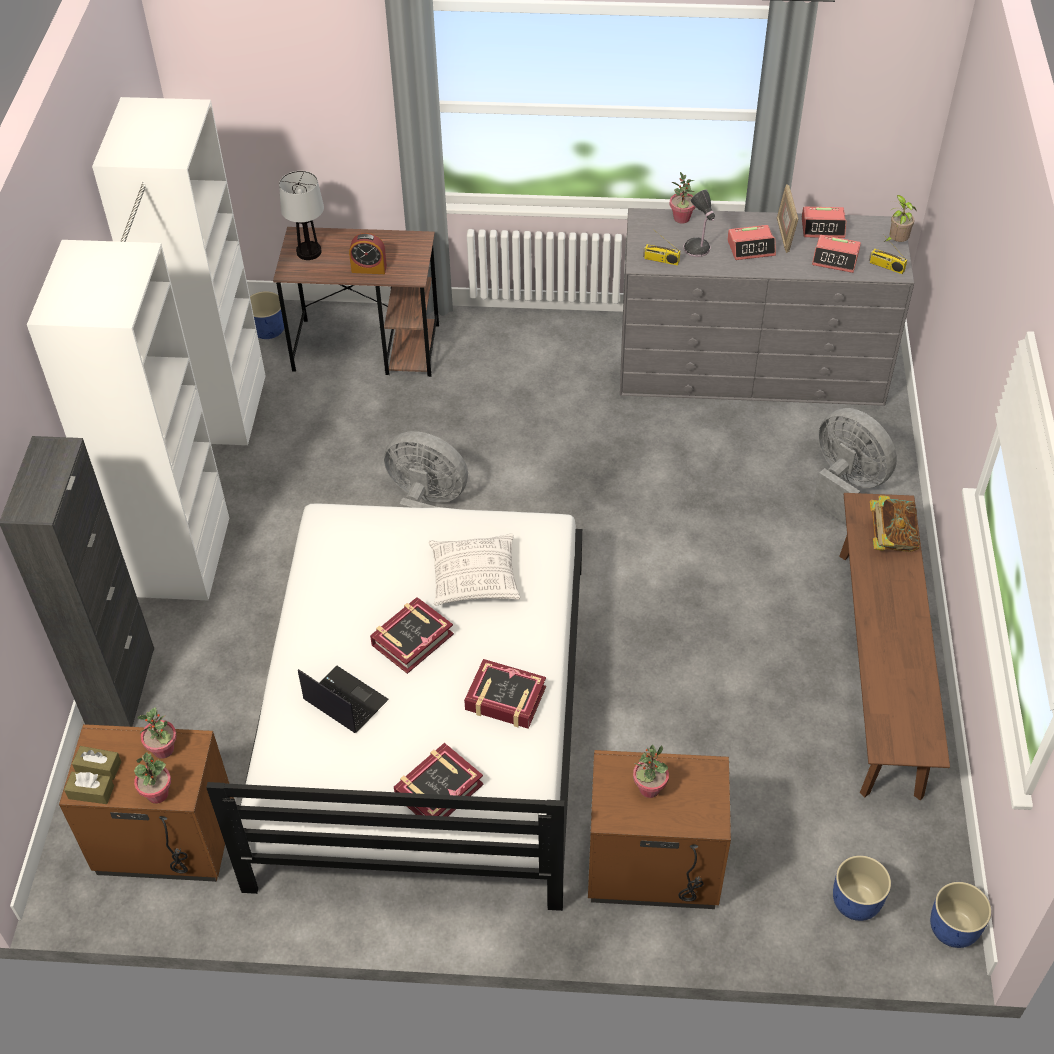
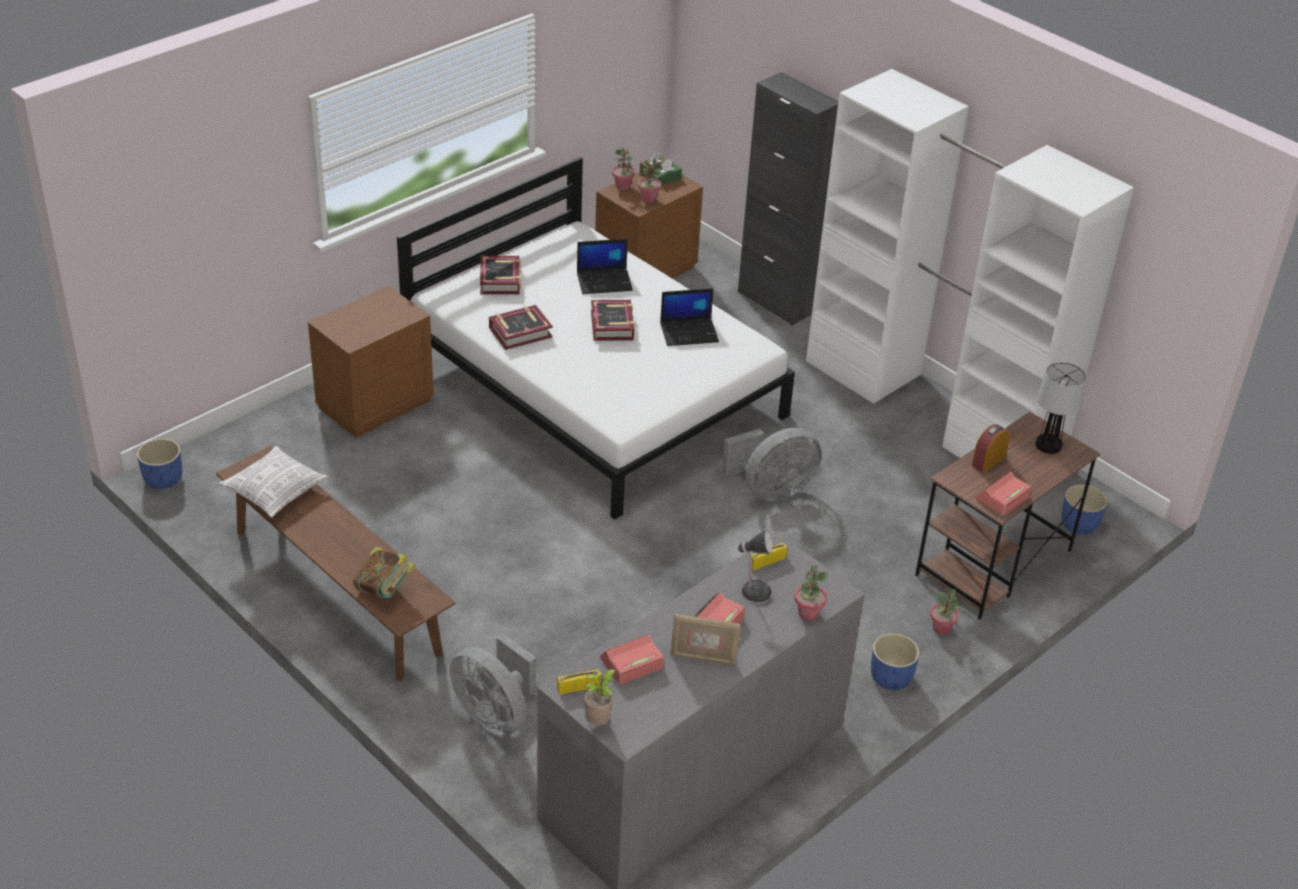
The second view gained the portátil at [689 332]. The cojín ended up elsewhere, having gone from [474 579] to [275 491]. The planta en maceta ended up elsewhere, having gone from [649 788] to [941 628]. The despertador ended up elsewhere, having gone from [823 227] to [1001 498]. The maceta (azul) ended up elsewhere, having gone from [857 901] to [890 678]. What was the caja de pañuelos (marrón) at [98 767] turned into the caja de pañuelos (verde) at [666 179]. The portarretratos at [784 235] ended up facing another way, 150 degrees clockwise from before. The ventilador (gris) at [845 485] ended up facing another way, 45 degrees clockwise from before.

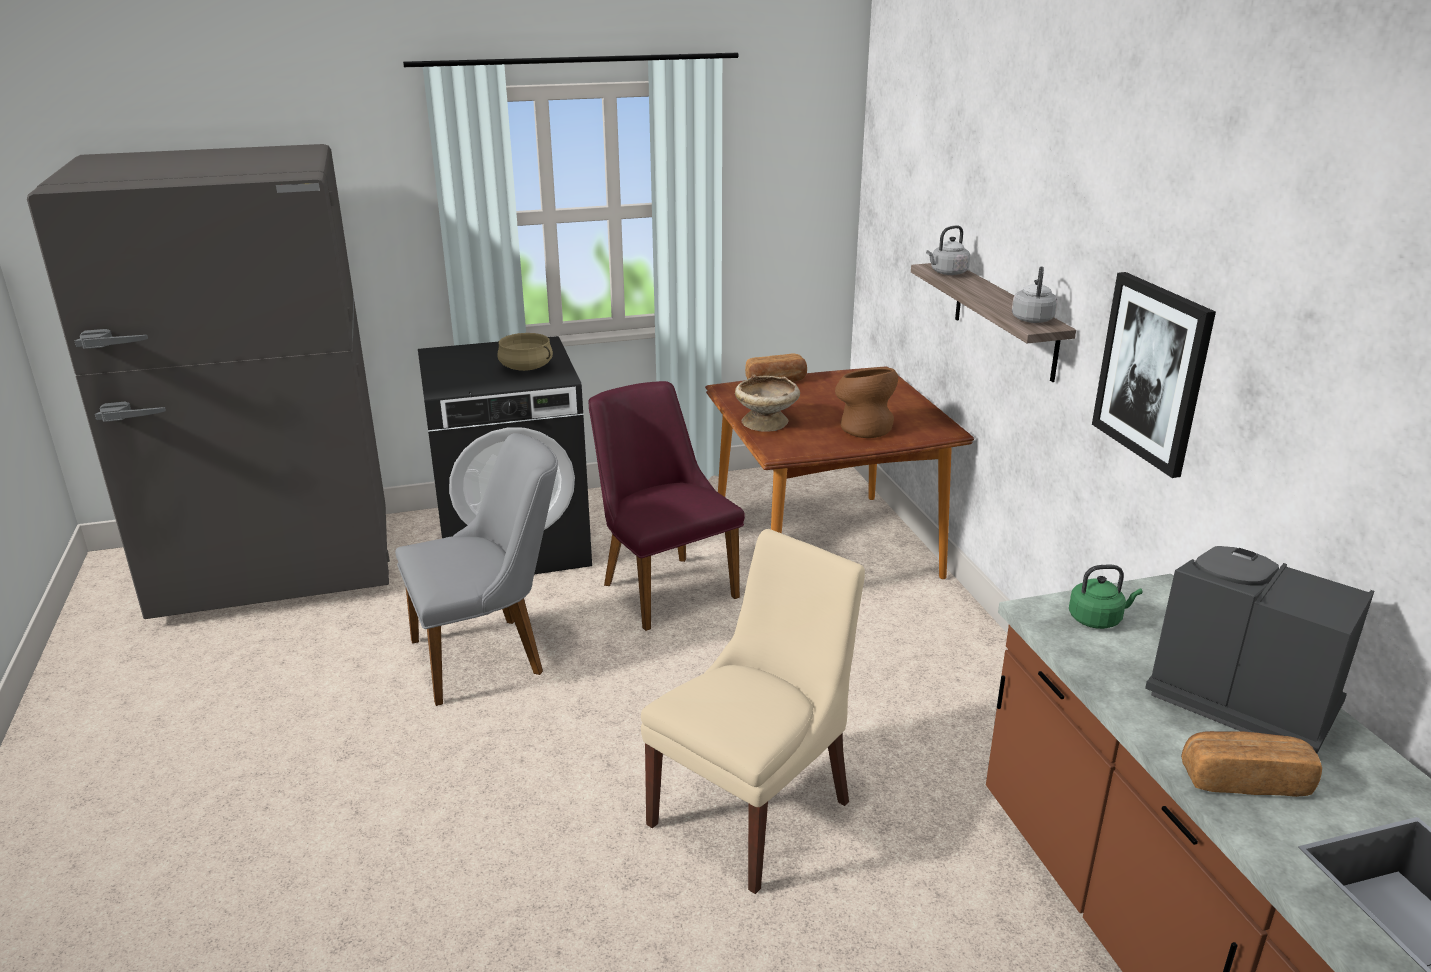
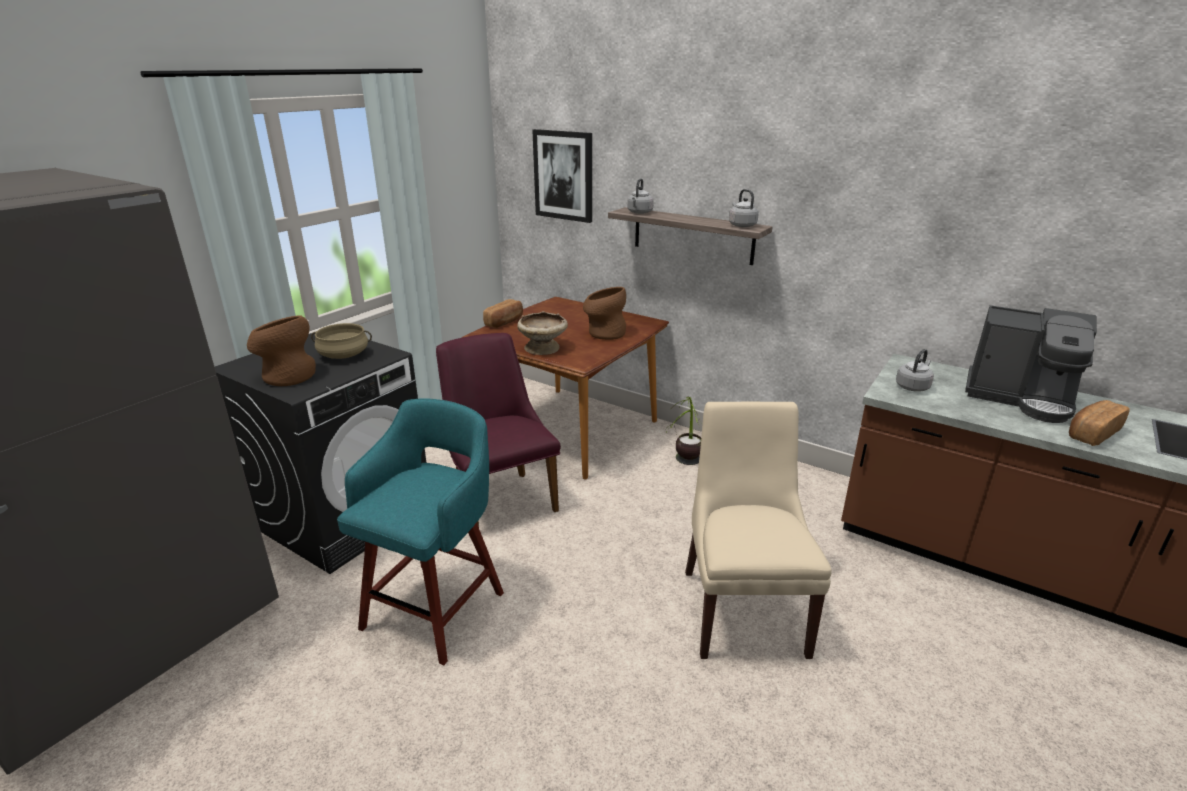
The second view gained the florero (marrón) at [287 375]. The second view gained the planta en maceta at [685 466]. The cuadro ended up elsewhere, having gone from [1152 372] to [563 175]. Where the silla (gris) stood at [490 655], the taburete (turquesa) came to stand at [436 607]. What was the hervidor (verde) at [1097 619] turned into the hervidor (gris) at [913 387]. The silla (morado) at [662 585] ended up facing another way, 45 degrees clockwise from before. The cafetera at [1238 697] ended up facing another way, 150 degrees counterclockwise from before.

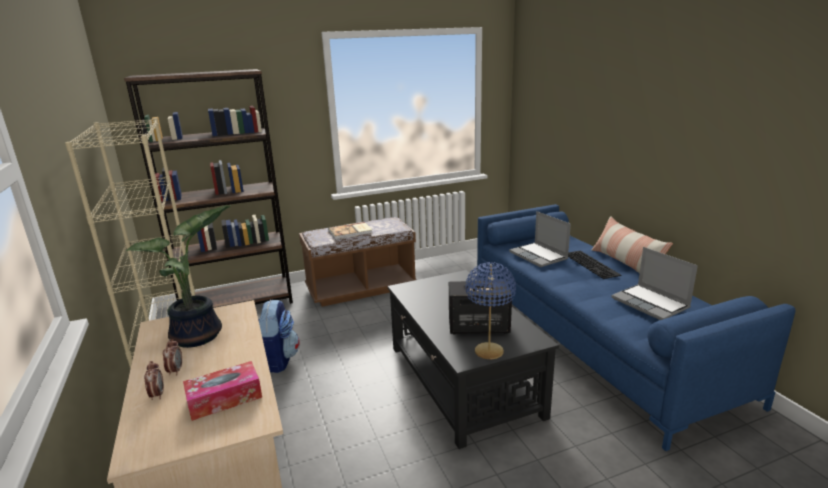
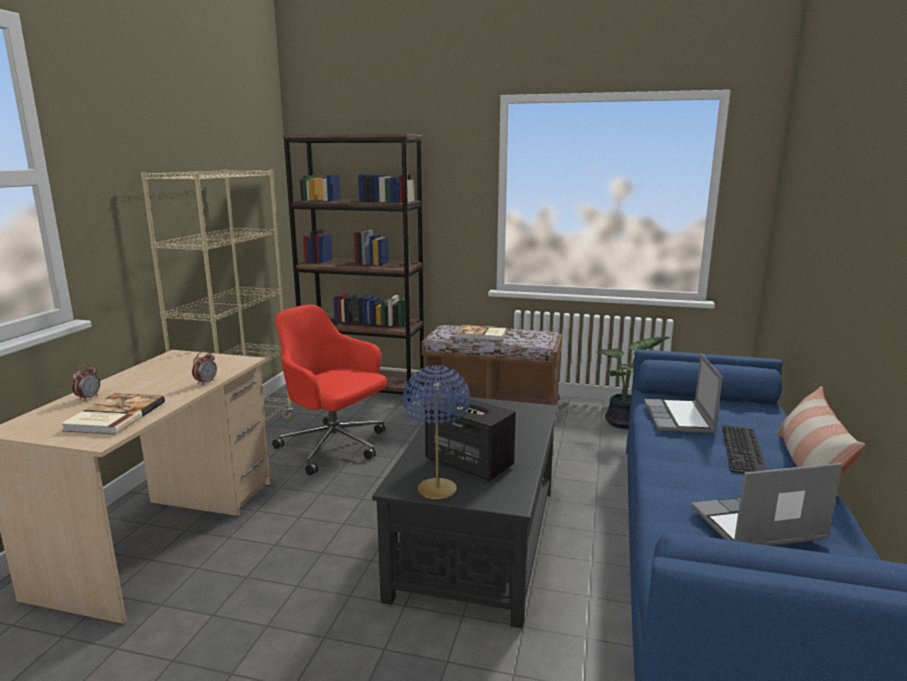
The planta en maceta ended up elsewhere, having gone from [200 336] to [625 423]. The despertador ended up elsewhere, having gone from [175 371] to [206 382]. Where the caja de pañuelos stood at [224 398], the libro came to stand at [114 416]. Where the mochila stood at [278 360], the silla de oficina (rojo) came to stand at [334 447]. The portátil at [651 303] ended up facing another way, 75 degrees clockwise from before.

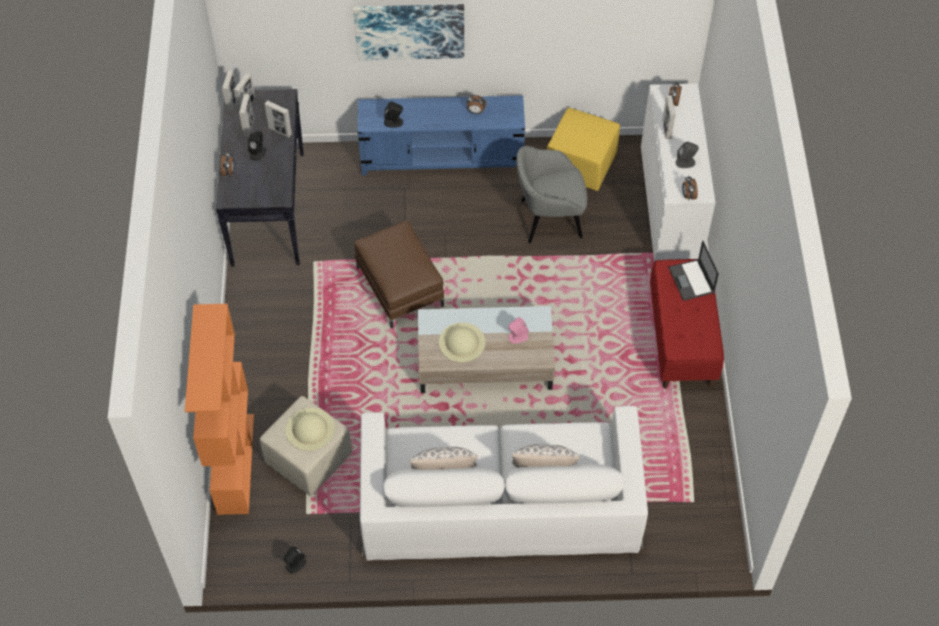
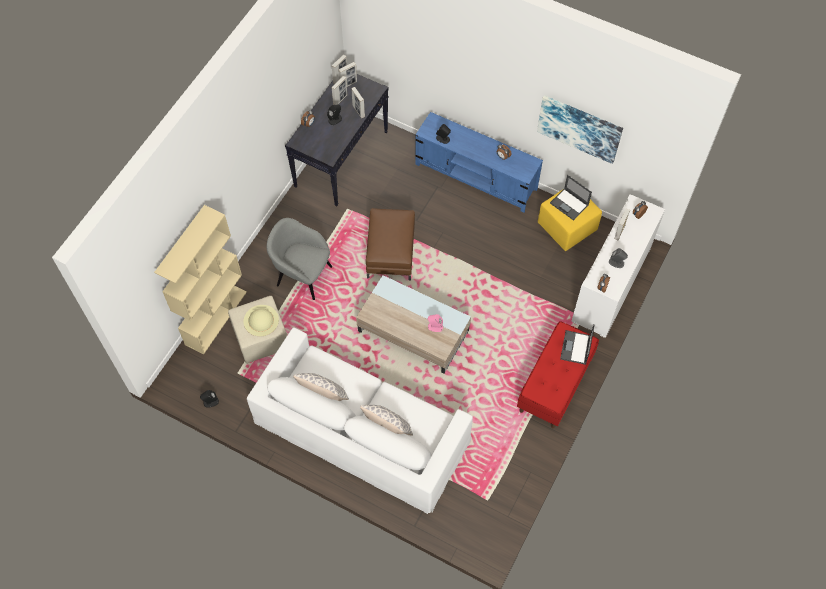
The second view lost the sombrero (beis) at [461 342]. The second view gained the portátil at [569 204]. The cuadro ended up elsewhere, having gone from [409 30] to [579 128]. The sillón (gris) ended up elsewhere, having gone from [549 219] to [303 275]. What was the estantería (naranja) at [235 463] turned into the estantería (beis) at [216 317].

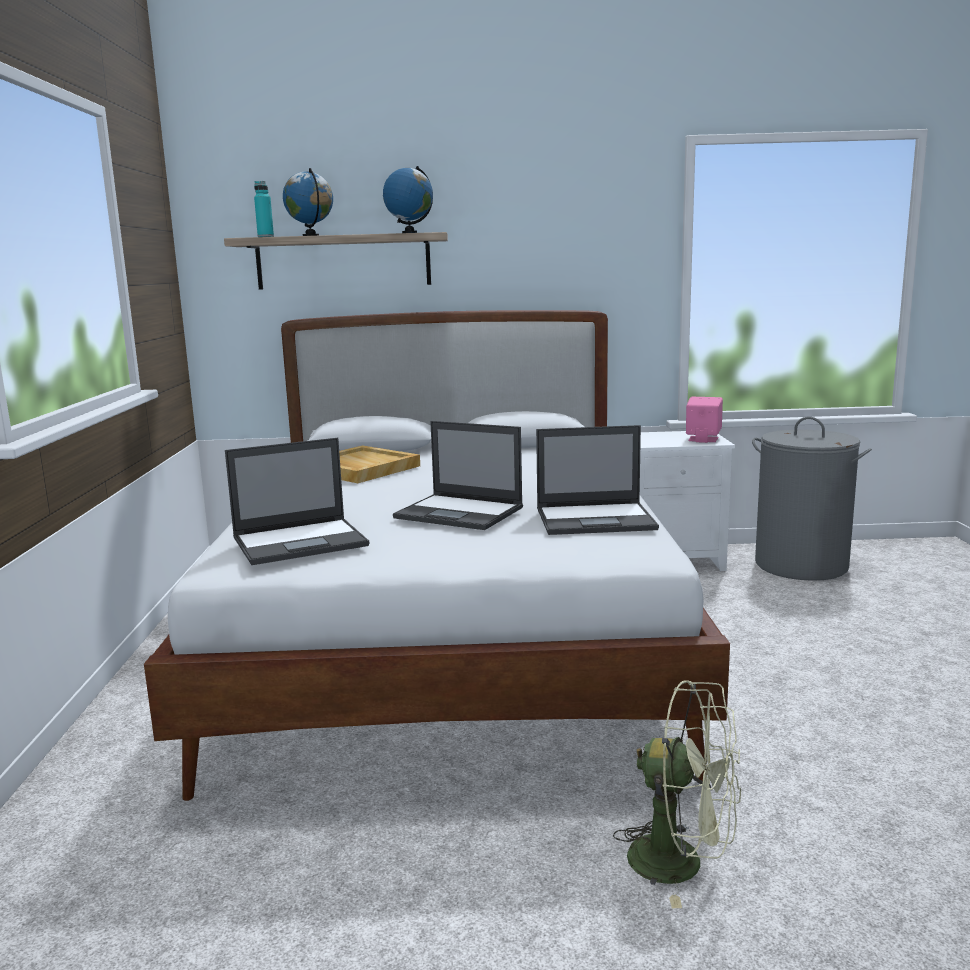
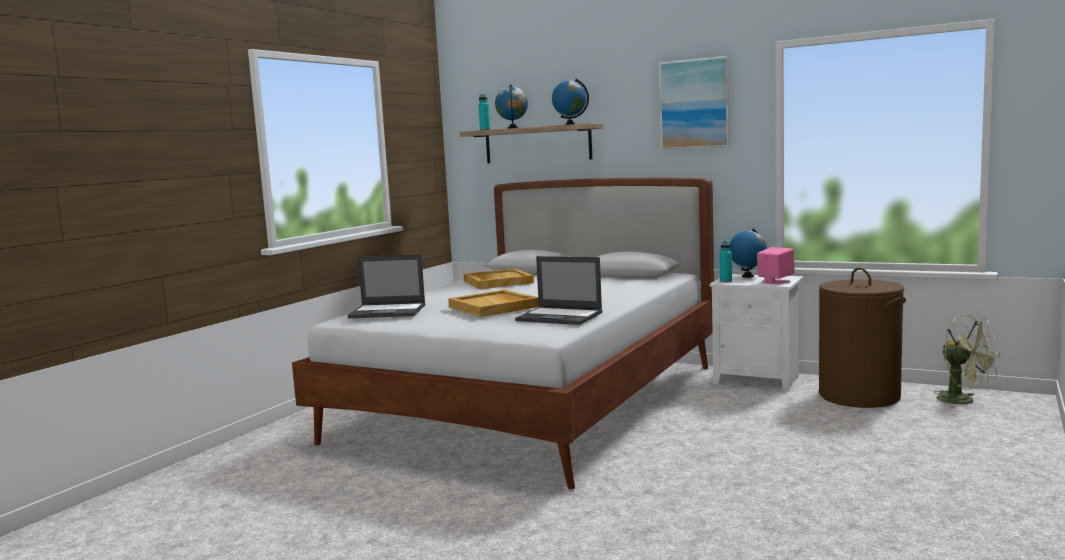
The second view gained the cuadro at [695 104]. The second view gained the botella (turquesa) at [725 281]. The second view gained the globo terráqueo at [747 276]. The ventilador (verde) ended up elsewhere, having gone from [682 863] to [963 401]. Where the portátil stood at [460 513], the bandeja (beis) came to stand at [494 307]. What was the cesto de la ropa (gris) at [801 565] turned into the cesto de la ropa (marrón) at [859 396].

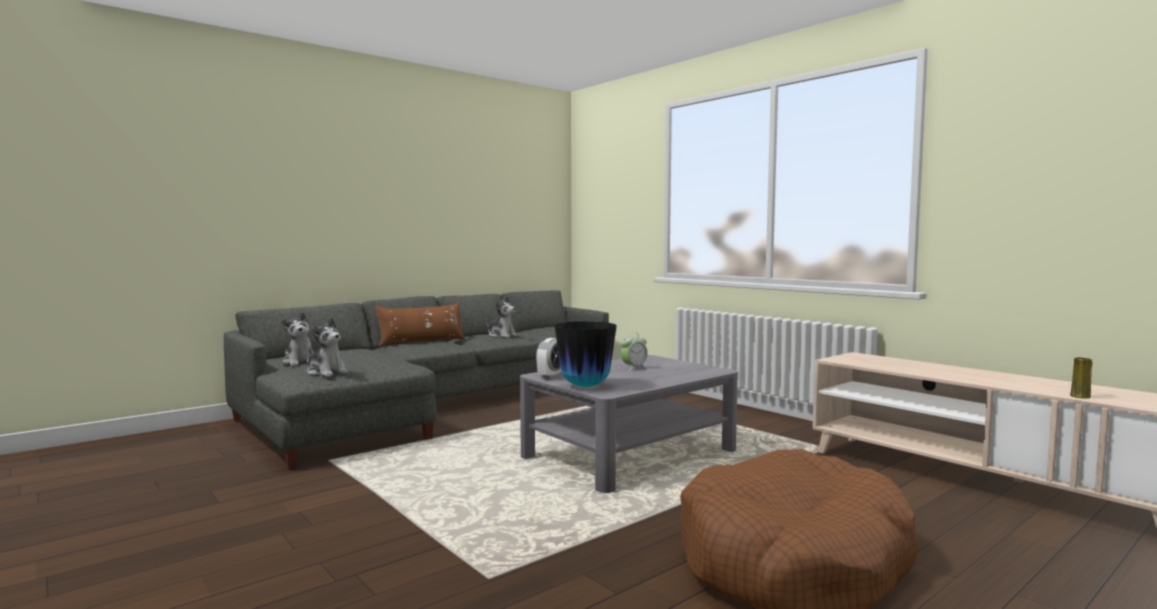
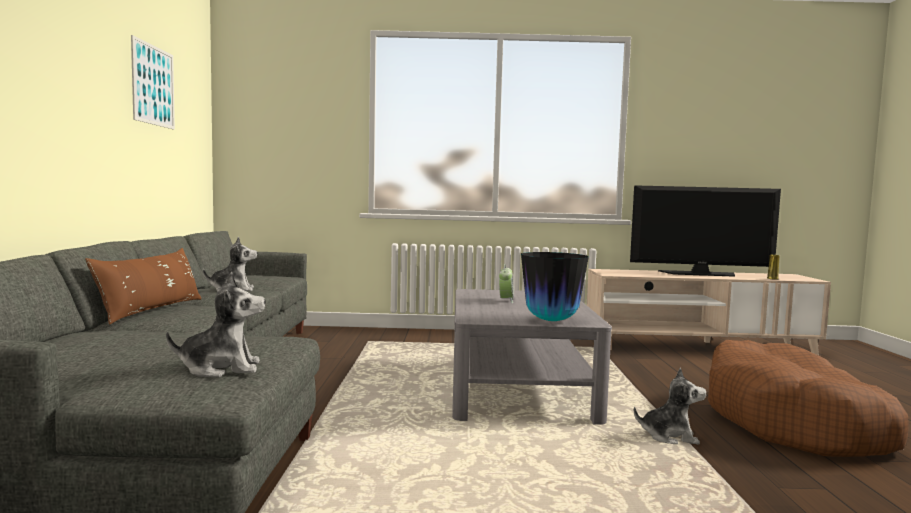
The second view lost the despertador at [551 376]. The second view gained the cuadro at [153 85]. The second view gained the televisor at [700 274]. The peluche ended up elsewhere, having gone from [300 362] to [669 436].

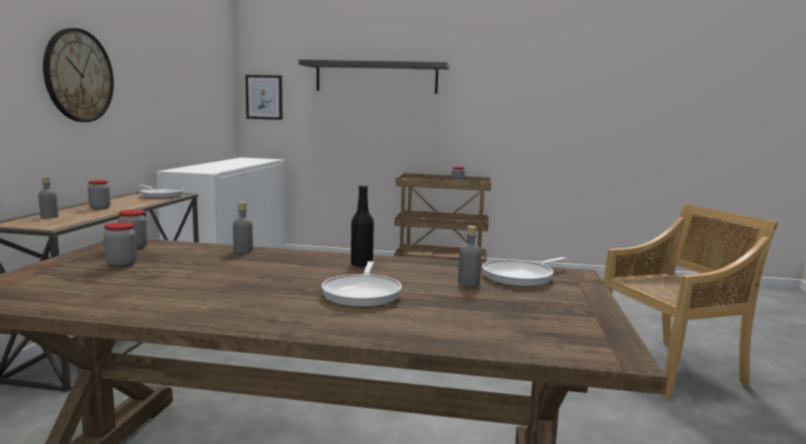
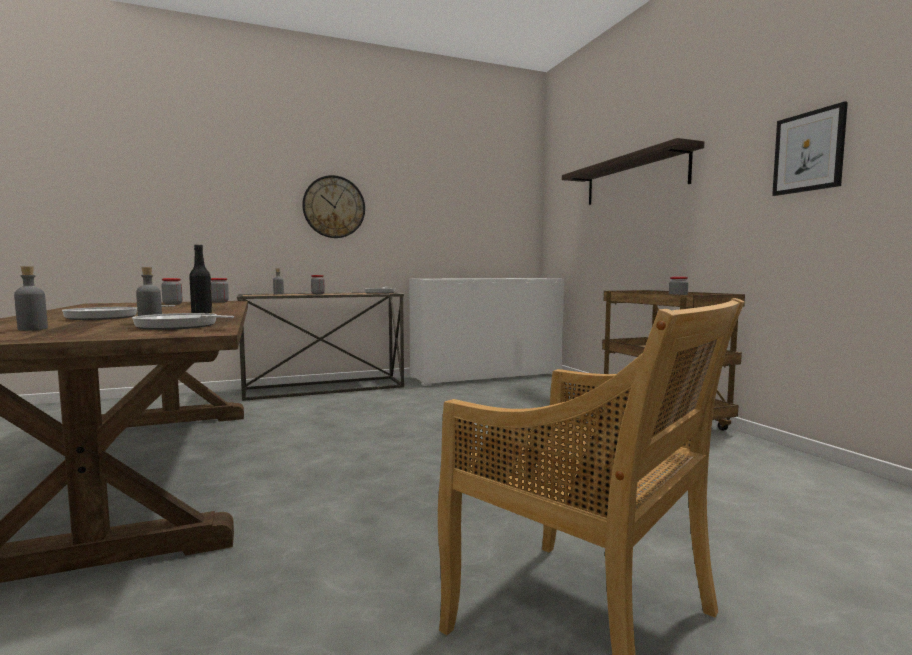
The botella (gris) ended up elsewhere, having gone from [243 250] to [32 329]. The cuadro ended up elsewhere, having gone from [264 97] to [808 152].

